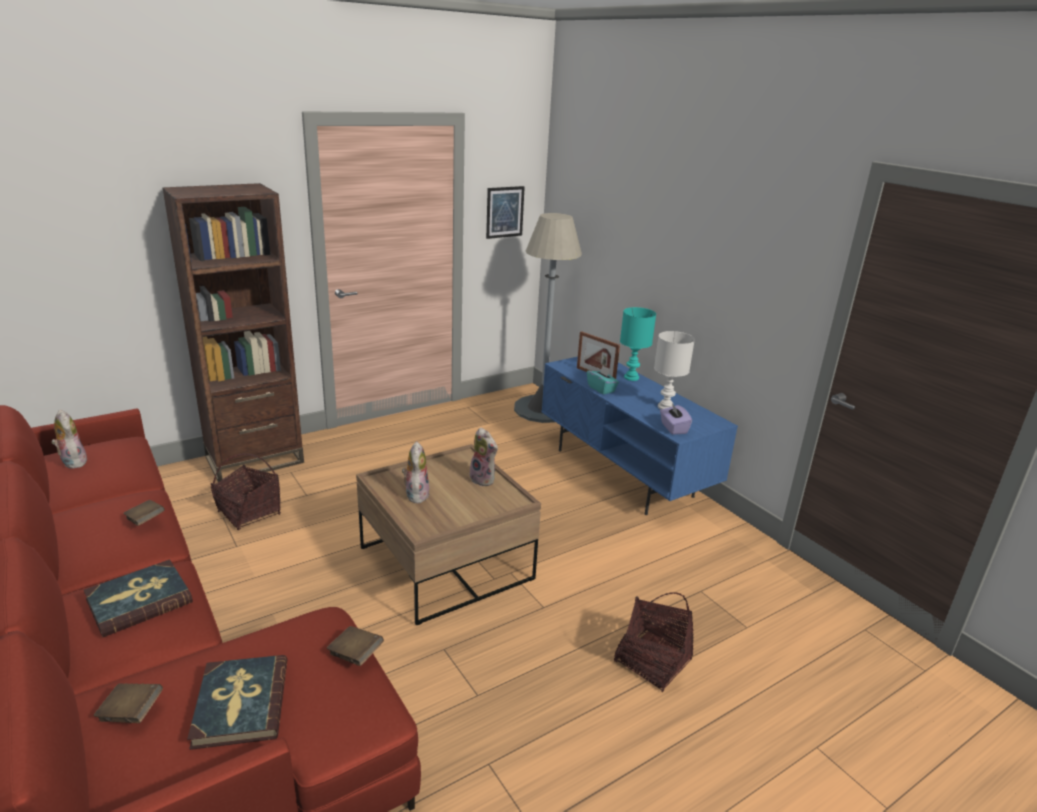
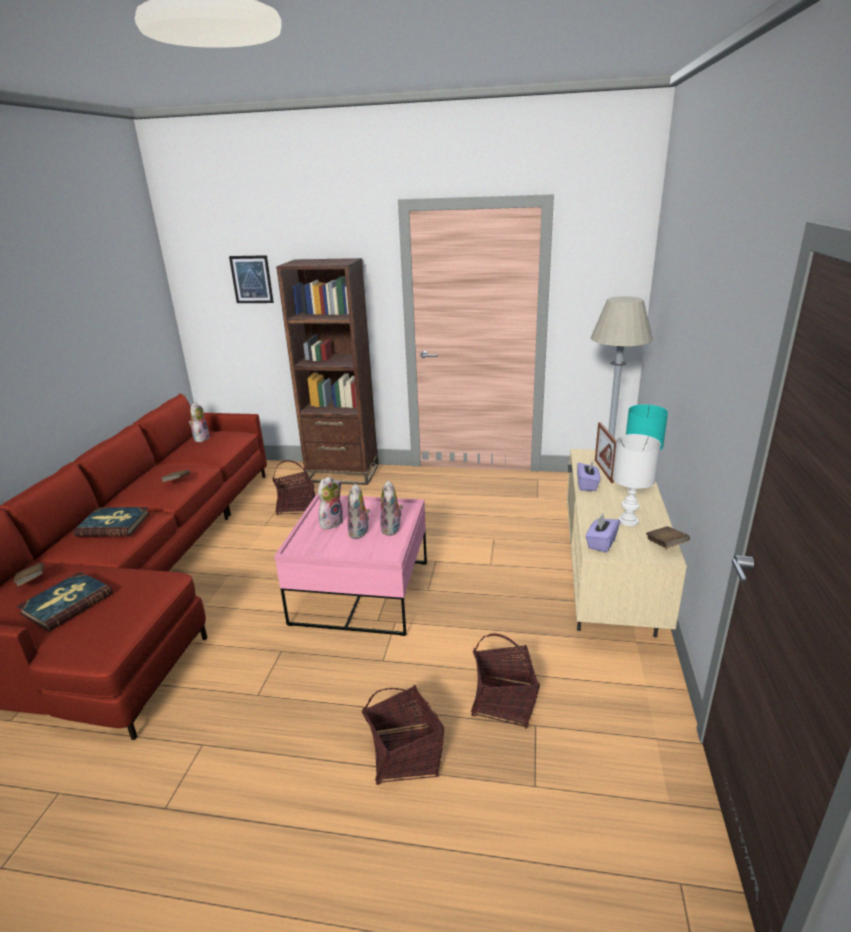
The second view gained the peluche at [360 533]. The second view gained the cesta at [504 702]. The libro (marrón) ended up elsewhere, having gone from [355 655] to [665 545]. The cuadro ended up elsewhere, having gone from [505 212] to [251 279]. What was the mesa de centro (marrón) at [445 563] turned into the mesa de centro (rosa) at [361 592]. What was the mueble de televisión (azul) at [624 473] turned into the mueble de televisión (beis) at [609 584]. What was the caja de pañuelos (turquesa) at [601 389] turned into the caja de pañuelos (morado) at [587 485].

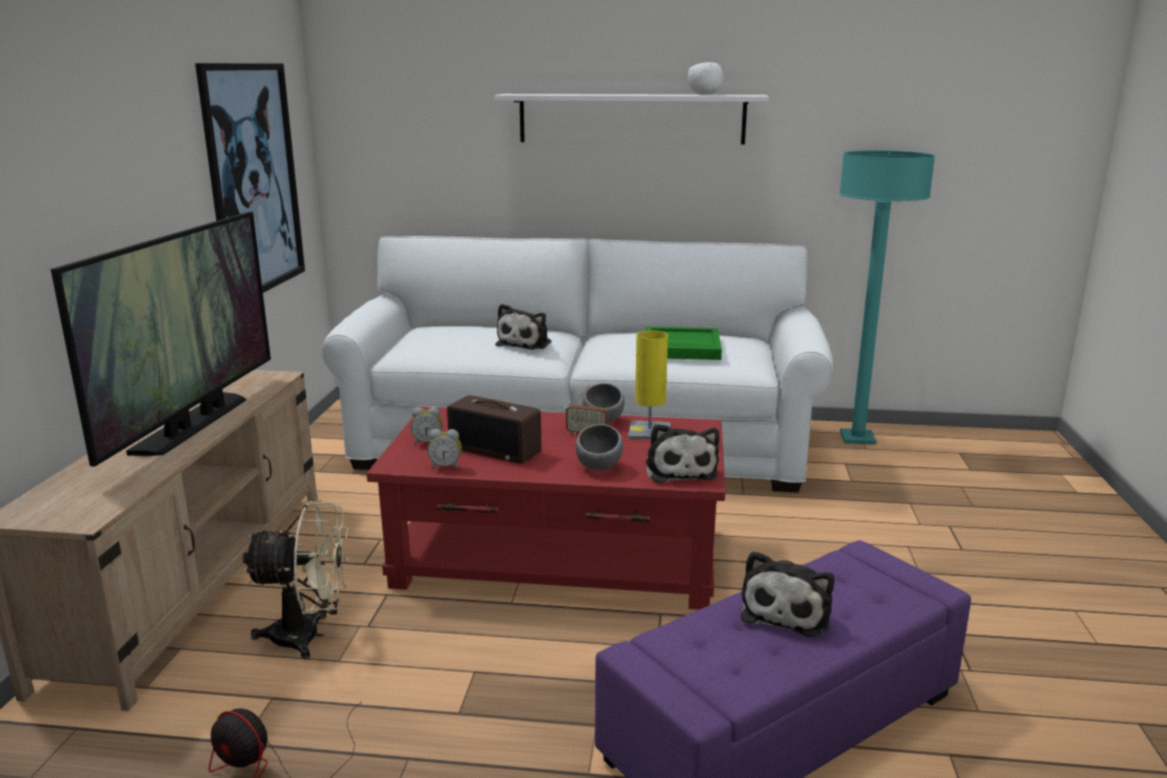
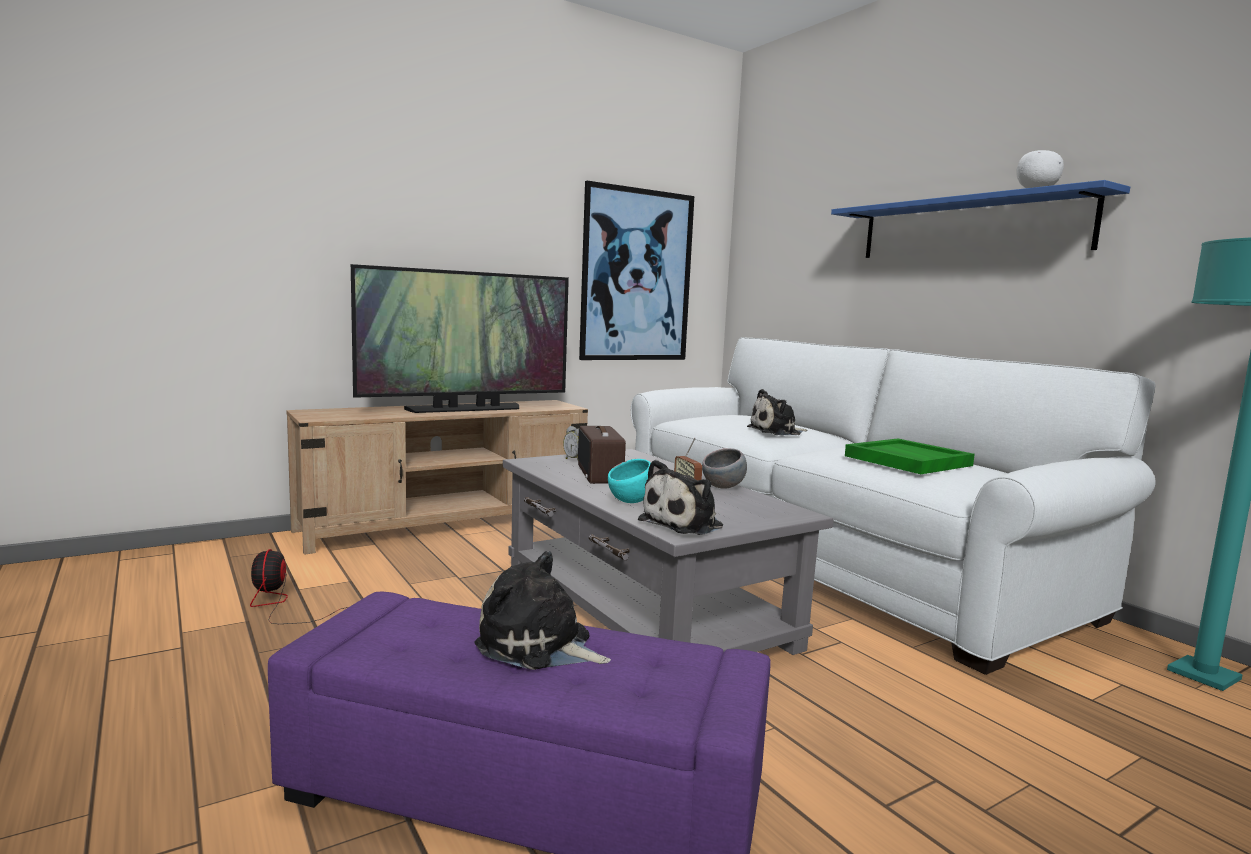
The second view lost the ventilador (beis) at [309 636]. The second view lost the despertador at [446 467]. The second view lost the lámpara de mesa (amarillo) at [649 431]. What was the mesa de centro (rojo) at [558 558] turned into the mesa de centro (gris) at [642 605]. What was the estante (blanco) at [631 118] turned into the estante (azul) at [968 228]. What was the cuenco (gris) at [599 467] turned into the cuenco (turquesa) at [632 502]. The peluche at [787 611] ended up facing another way, 45 degrees clockwise from before.

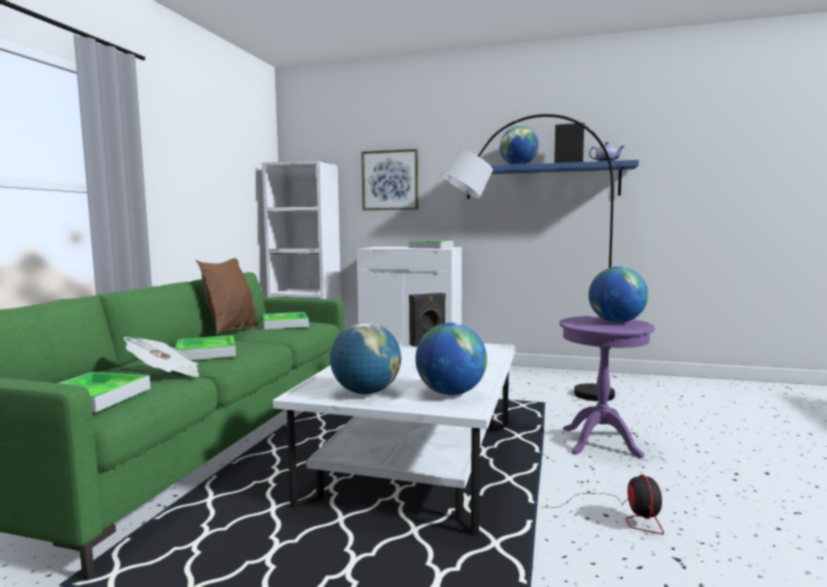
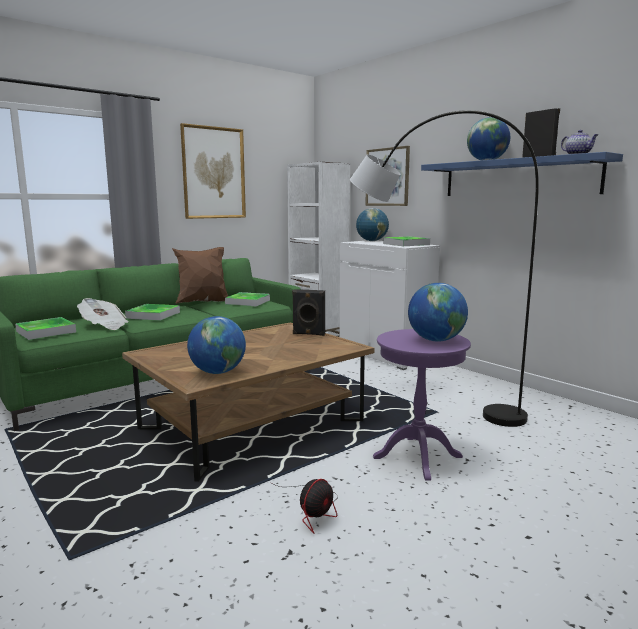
The second view gained the cuadro at [213 173]. The globo terráqueo ended up elsewhere, having gone from [366 392] to [372 241]. What was the mesa de centro (blanco) at [416 461] turned into the mesa de centro (marrón) at [252 425].

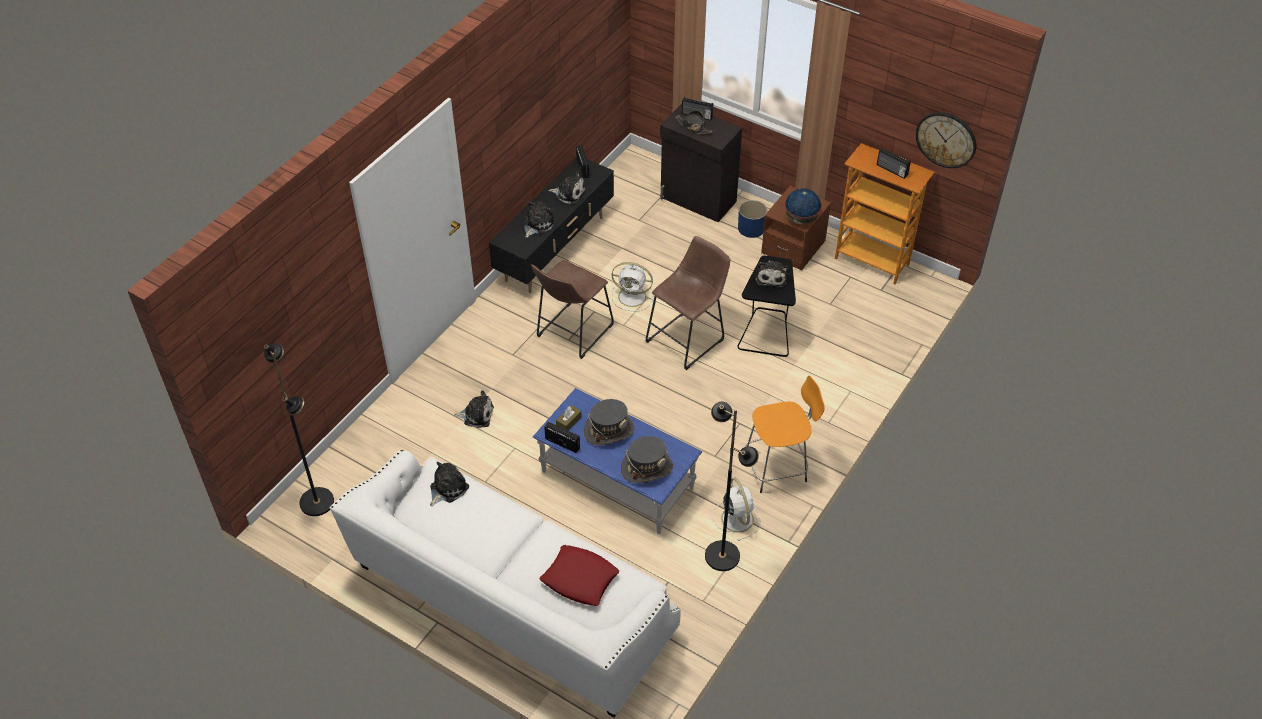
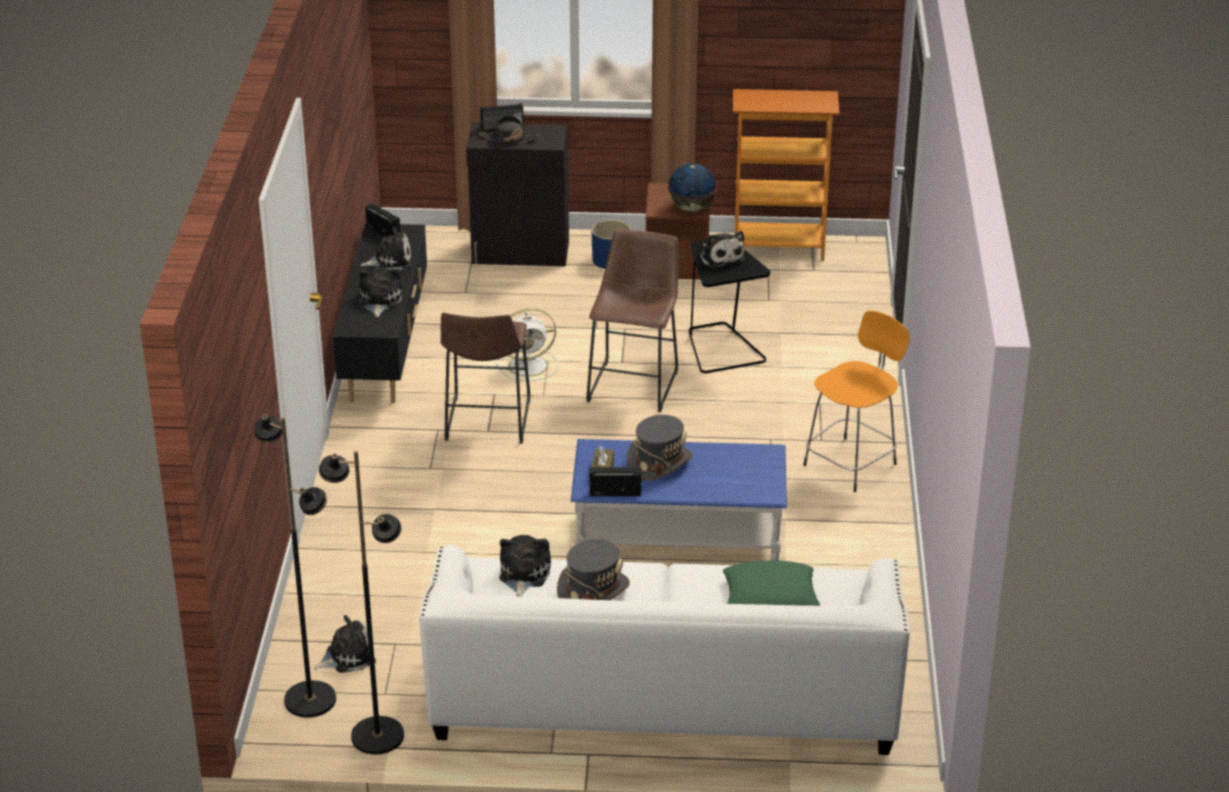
The second view lost the ventilador (blanco) at [736 517]. The second view lost the radio at [891 170]. The second view lost the reloj de pared at [946 139]. The peluche ended up elsewhere, having gone from [476 415] to [347 657]. The sombrero (gris) ended up elsewhere, having gone from [647 467] to [593 591]. The lámpara de pie (negro) ended up elsewhere, having gone from [722 555] to [377 735]. What was the cojín (rojo) at [579 579] turned into the cojín (verde) at [770 596].

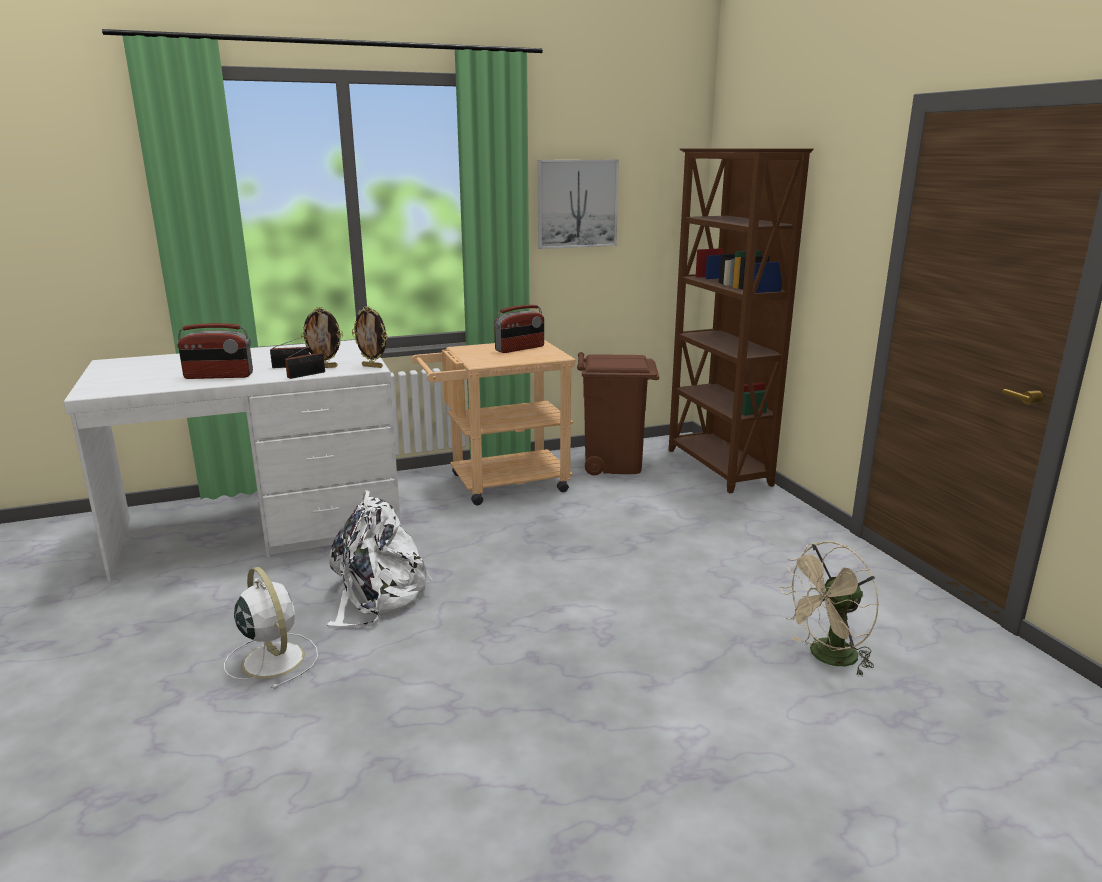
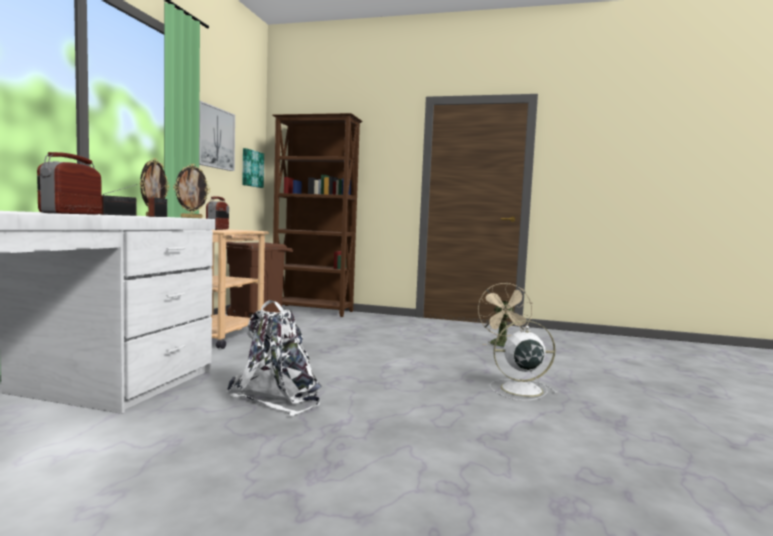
The second view gained the cuadro at [251 168]. The ventilador (blanco) ended up elsewhere, having gone from [272 658] to [519 389]. The radio at [218 376] ended up facing another way, 150 degrees clockwise from before.

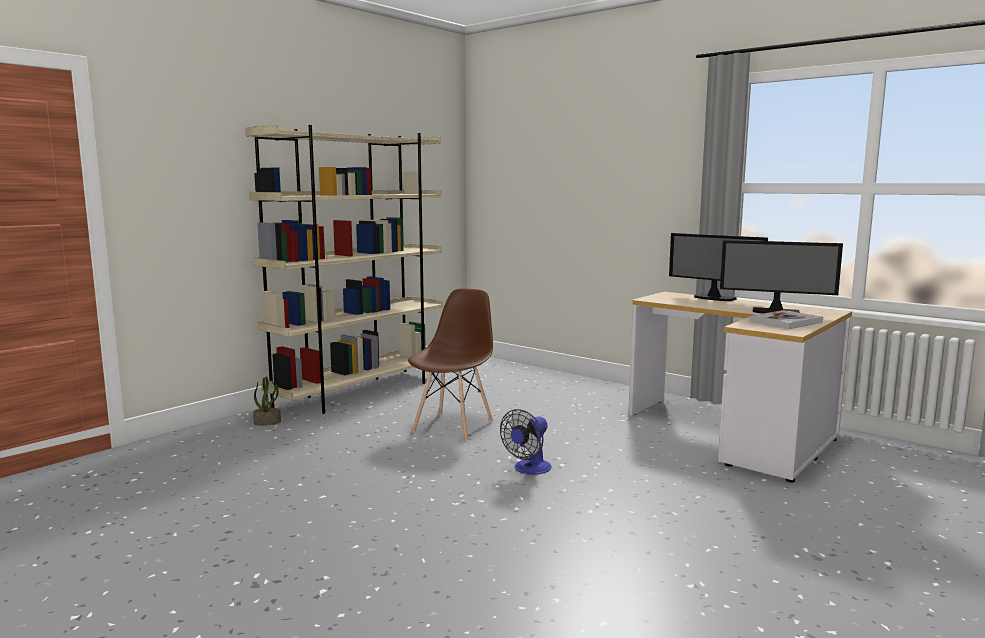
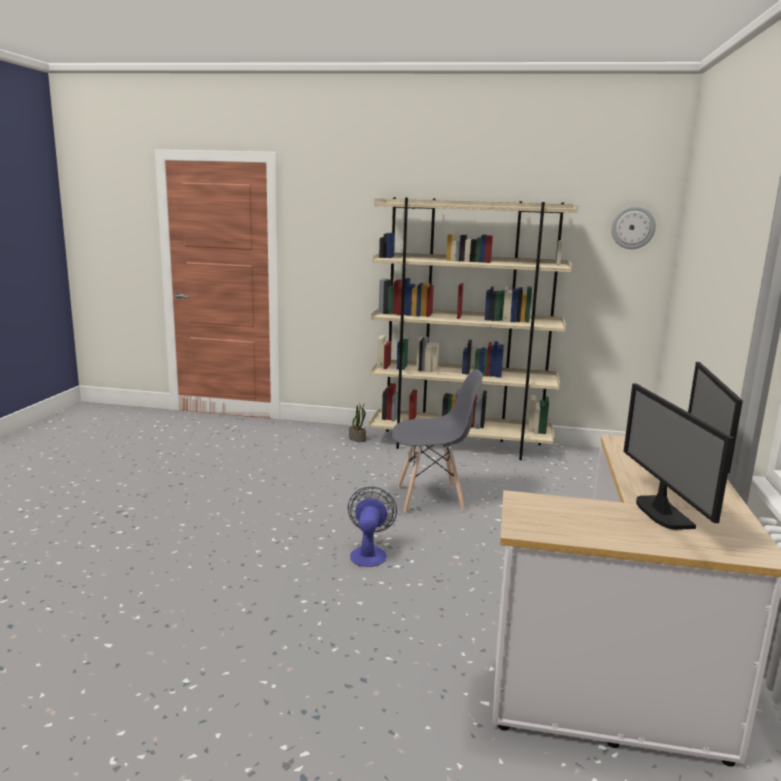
The second view lost the libro at [785 322]. The second view gained the reloj de pared at [633 227]. What was the silla (marrón) at [453 426] turned into the silla (gris) at [430 498]. The ventilador at [529 469] ended up facing another way, 90 degrees clockwise from before.

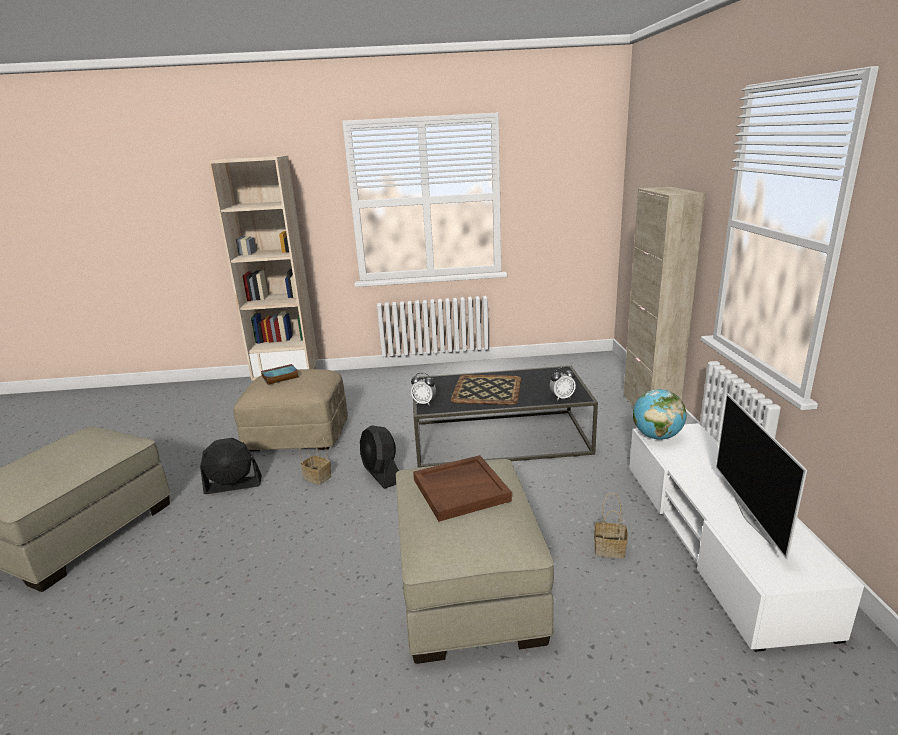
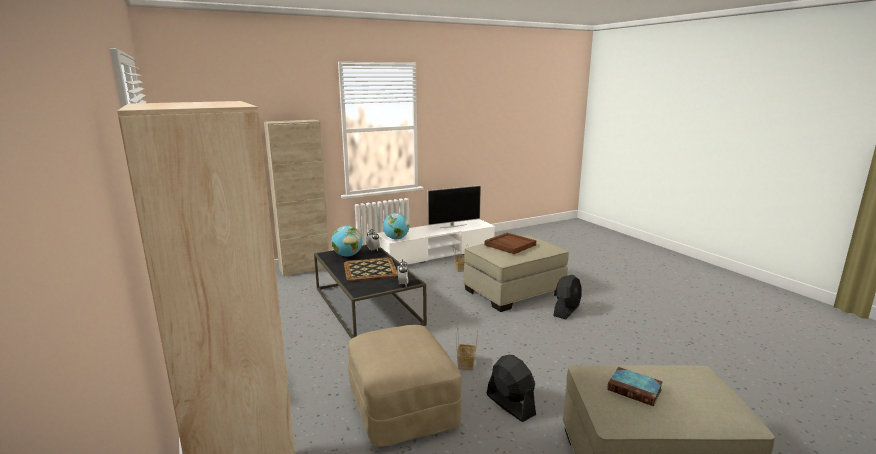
The second view gained the globo terráqueo at [347 255]. The libro ended up elsewhere, having gone from [279 377] to [635 390]. The ventilador (negro) ended up elsewhere, having gone from [381 474] to [566 311].

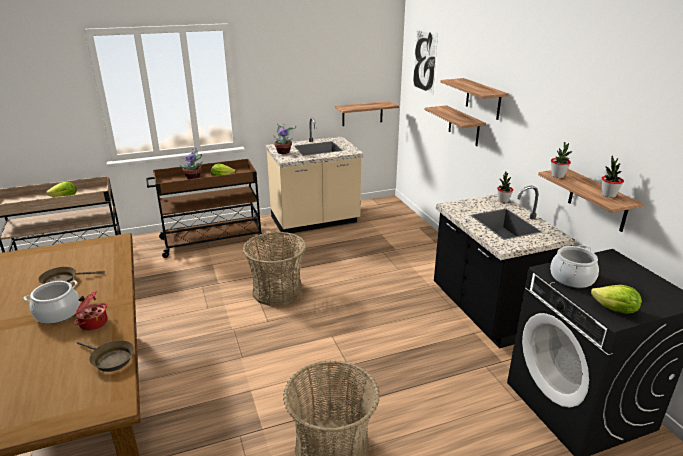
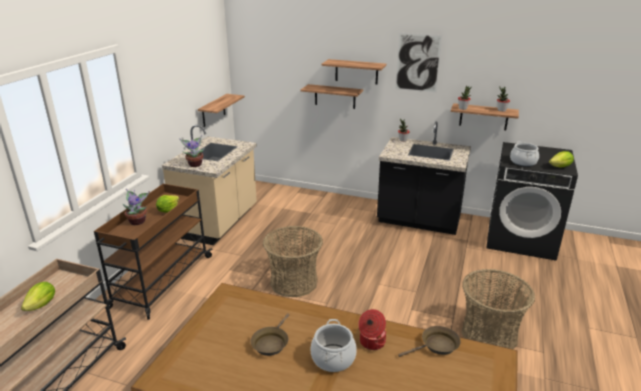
The cuadro ended up elsewhere, having gone from [424 61] to [417 63].

